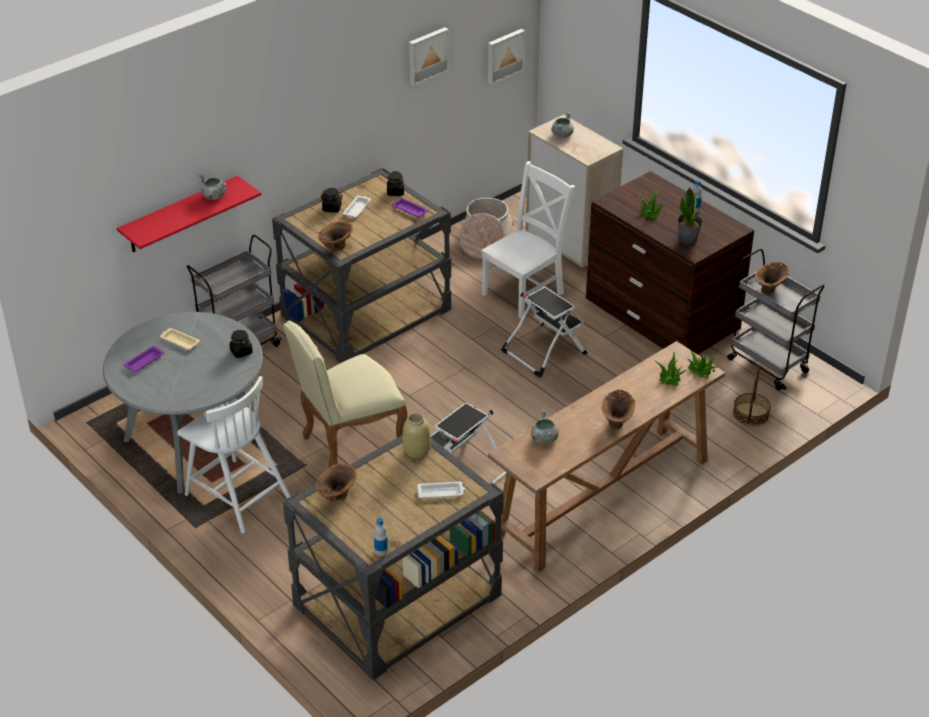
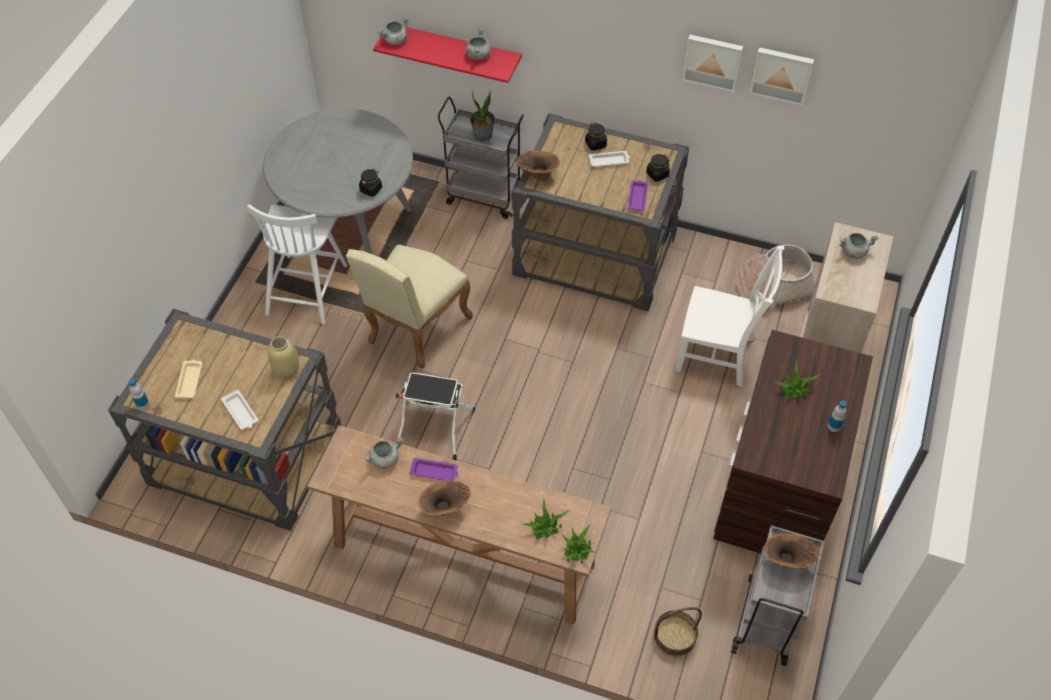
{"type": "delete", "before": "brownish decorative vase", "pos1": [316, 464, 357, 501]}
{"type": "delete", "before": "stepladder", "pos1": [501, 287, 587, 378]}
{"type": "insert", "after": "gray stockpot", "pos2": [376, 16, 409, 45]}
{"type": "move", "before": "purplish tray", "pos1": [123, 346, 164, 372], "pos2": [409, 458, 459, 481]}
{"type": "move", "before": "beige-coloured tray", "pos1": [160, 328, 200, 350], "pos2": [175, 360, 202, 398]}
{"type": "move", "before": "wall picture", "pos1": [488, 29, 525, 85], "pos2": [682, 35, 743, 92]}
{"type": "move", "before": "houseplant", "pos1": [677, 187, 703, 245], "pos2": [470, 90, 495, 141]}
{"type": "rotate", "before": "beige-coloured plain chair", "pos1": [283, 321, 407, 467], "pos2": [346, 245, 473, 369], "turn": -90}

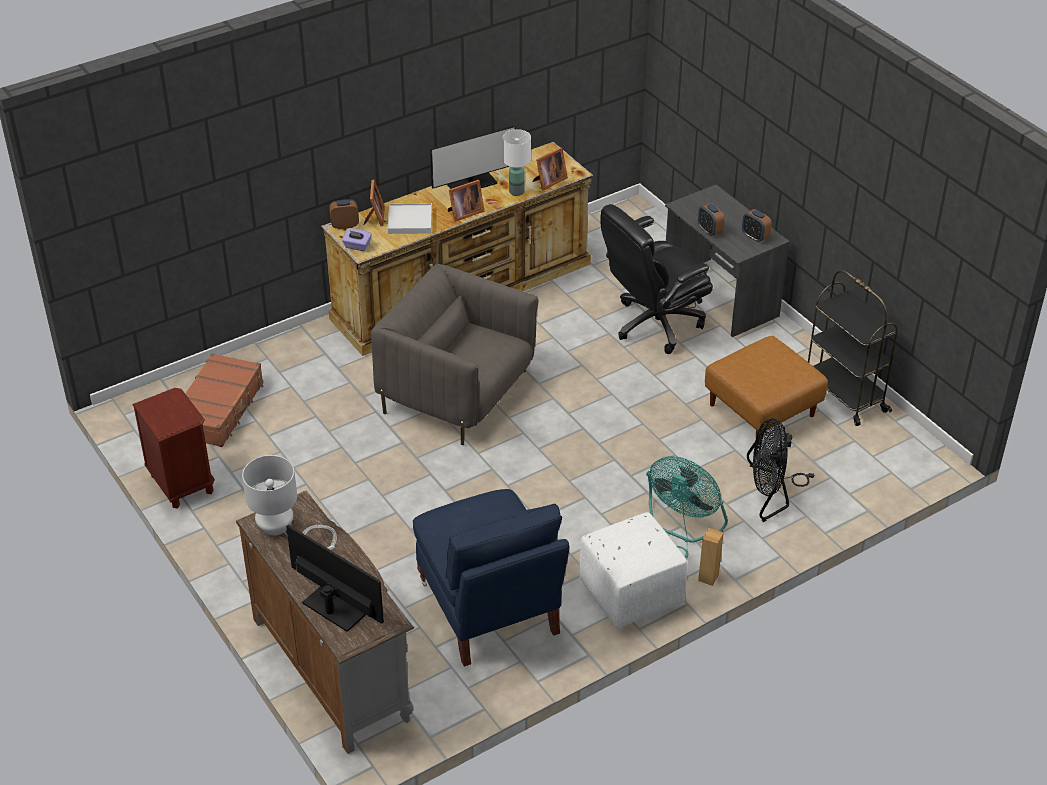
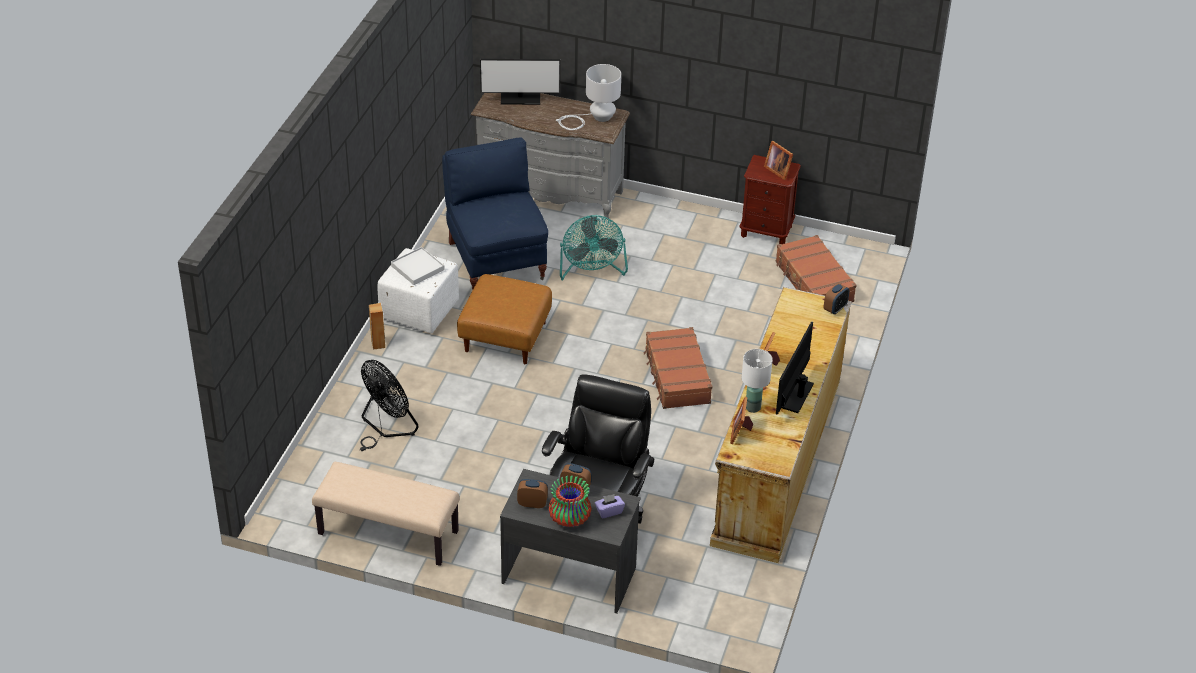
{"type": "insert", "after": "decorative vase", "pos2": [549, 475, 591, 527]}
{"type": "move", "before": "purplish box of tissues", "pos1": [342, 228, 371, 251], "pos2": [595, 494, 625, 518]}
{"type": "move", "before": "standing frame", "pos1": [364, 179, 385, 226], "pos2": [764, 141, 793, 180]}
{"type": "move", "before": "whitish tray", "pos1": [388, 203, 432, 234], "pos2": [391, 247, 445, 285]}
{"type": "move", "before": "turquoise cooling fan", "pos1": [646, 456, 728, 559], "pos2": [560, 215, 628, 280]}
{"type": "move", "before": "brownish pouffe", "pos1": [705, 336, 828, 444], "pos2": [457, 274, 552, 364]}
{"type": "replace", "before": "gray easy chair", "after": "brownish piece of luggage", "pos1": [371, 264, 538, 445], "pos2": [643, 327, 712, 409]}
{"type": "replace", "before": "black wheeled cart", "after": "beige-coloured long seat", "pos1": [808, 270, 898, 426], "pos2": [312, 462, 459, 566]}
{"type": "rotate", "before": "blue-coloured easy chair", "pos1": [413, 489, 569, 667], "pos2": [442, 137, 548, 290], "turn": 45}

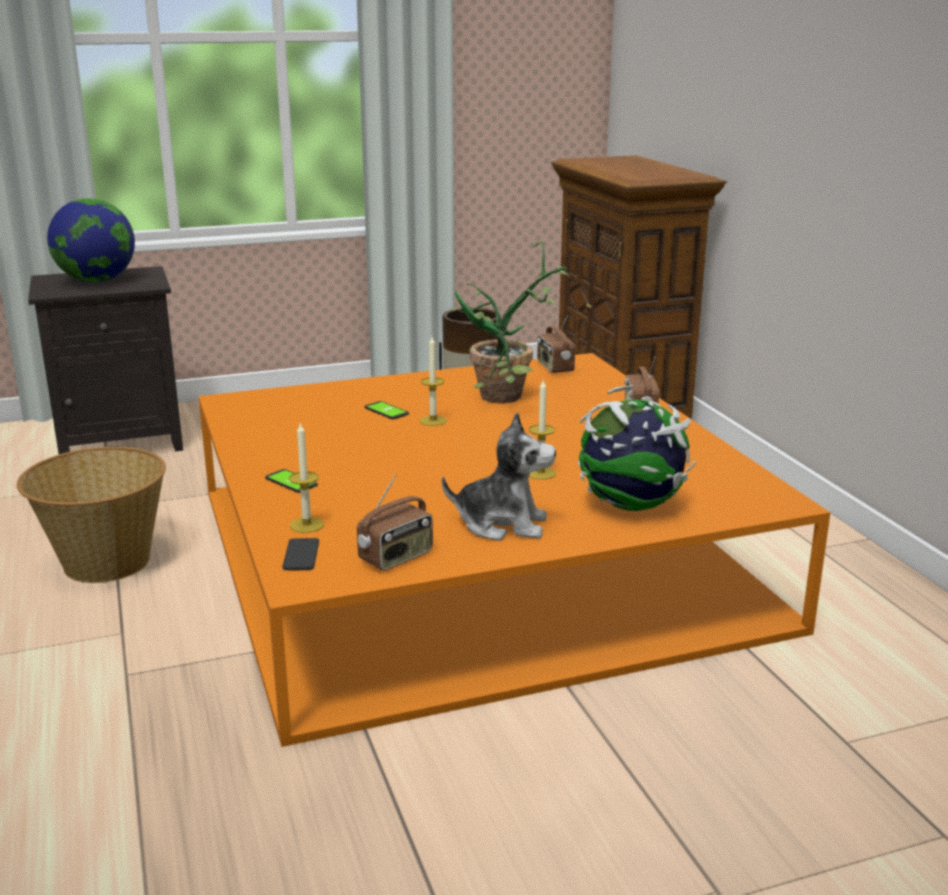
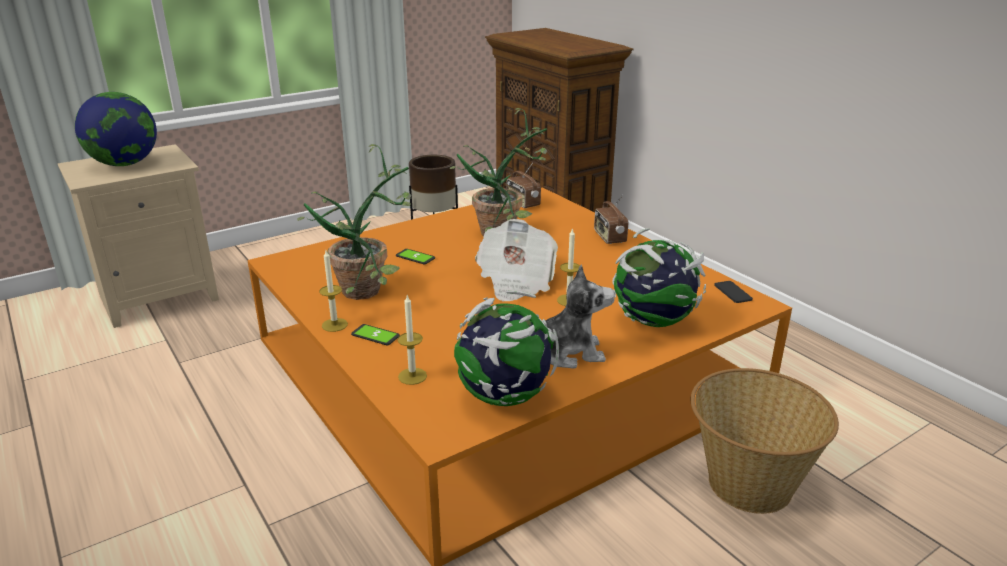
{"type": "insert", "after": "houseplant", "pos2": [297, 144, 411, 300]}
{"type": "insert", "after": "daily paper", "pos2": [475, 219, 558, 301]}
{"type": "move", "before": "storage basket", "pos1": [17, 447, 166, 583], "pos2": [691, 368, 839, 514]}
{"type": "move", "before": "handset", "pos1": [283, 538, 319, 570], "pos2": [714, 281, 753, 303]}
{"type": "move", "before": "wax light", "pos1": [420, 337, 447, 426], "pos2": [319, 250, 348, 332]}
{"type": "replace", "before": "radio receiver", "after": "globe", "pos1": [357, 474, 433, 571], "pos2": [454, 291, 559, 406]}
{"type": "recolor", "before": "black night table", "after": "beige-coloured night table", "pos1": [28, 266, 183, 454], "pos2": [58, 144, 219, 328]}

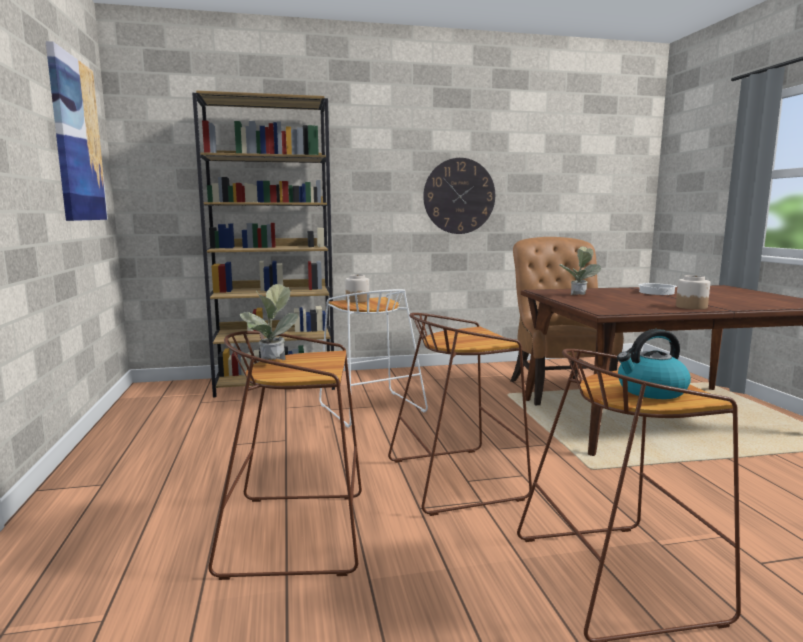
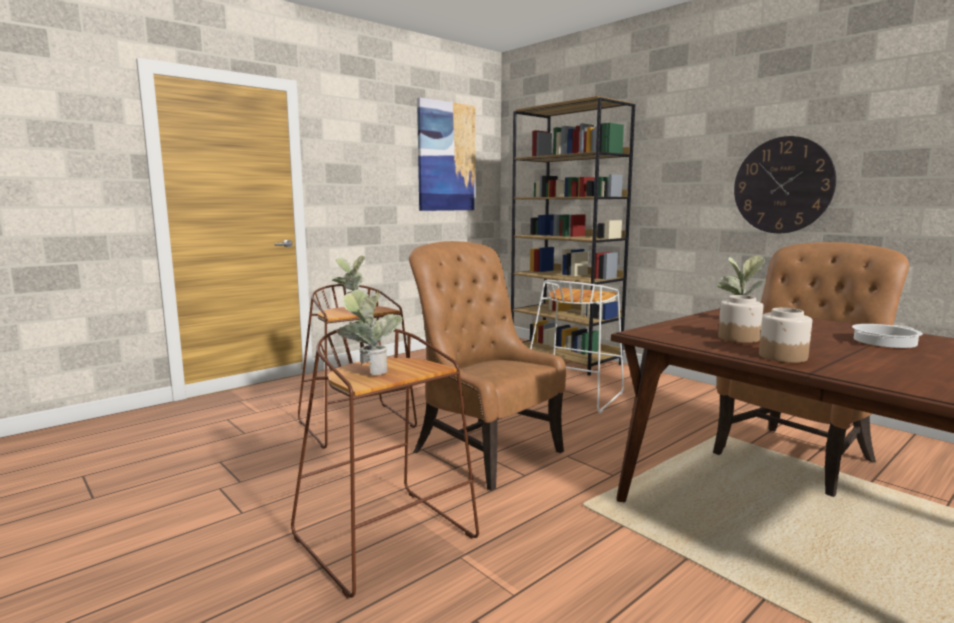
{"type": "move", "before": "jar", "pos1": [345, 274, 369, 303], "pos2": [718, 295, 763, 343]}
{"type": "replace", "before": "brownish stool", "after": "brownish plain chair", "pos1": [388, 313, 532, 516], "pos2": [409, 241, 566, 491]}
{"type": "replace", "before": "tea kettle", "after": "houseplant", "pos1": [617, 329, 691, 399], "pos2": [337, 289, 403, 375]}

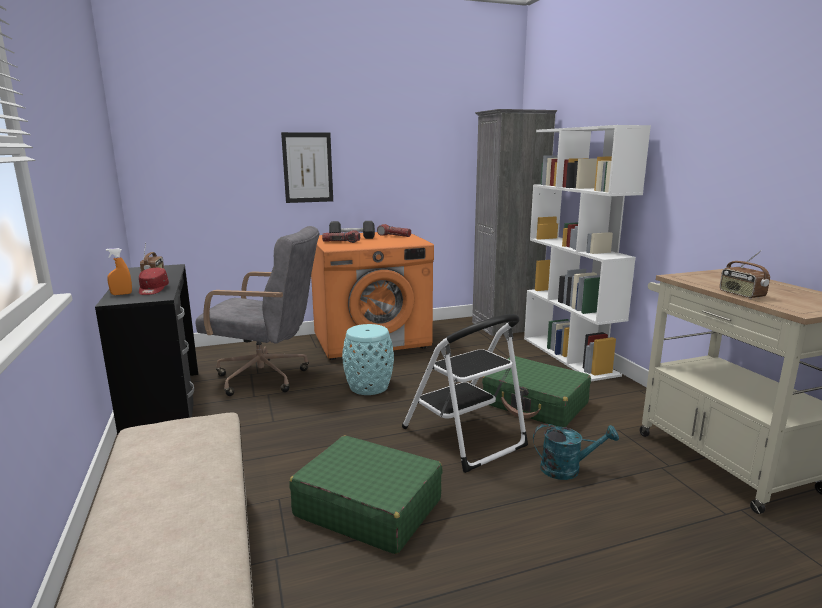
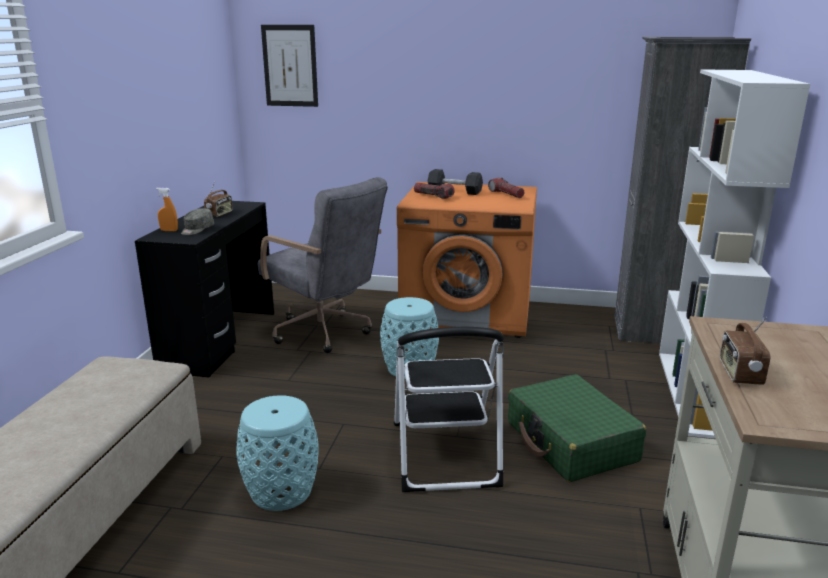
{"type": "delete", "before": "turquoise sprinkling can", "pos1": [533, 424, 619, 480]}
{"type": "move", "before": "wall picture", "pos1": [281, 132, 333, 203], "pos2": [261, 25, 318, 107]}
{"type": "replace", "before": "green piece of luggage", "after": "turquoise stool", "pos1": [289, 436, 443, 554], "pos2": [236, 395, 319, 511]}
{"type": "recolor", "before": "red baseball cap", "after": "gray baseball cap", "pos1": [139, 268, 169, 295], "pos2": [181, 208, 214, 235]}

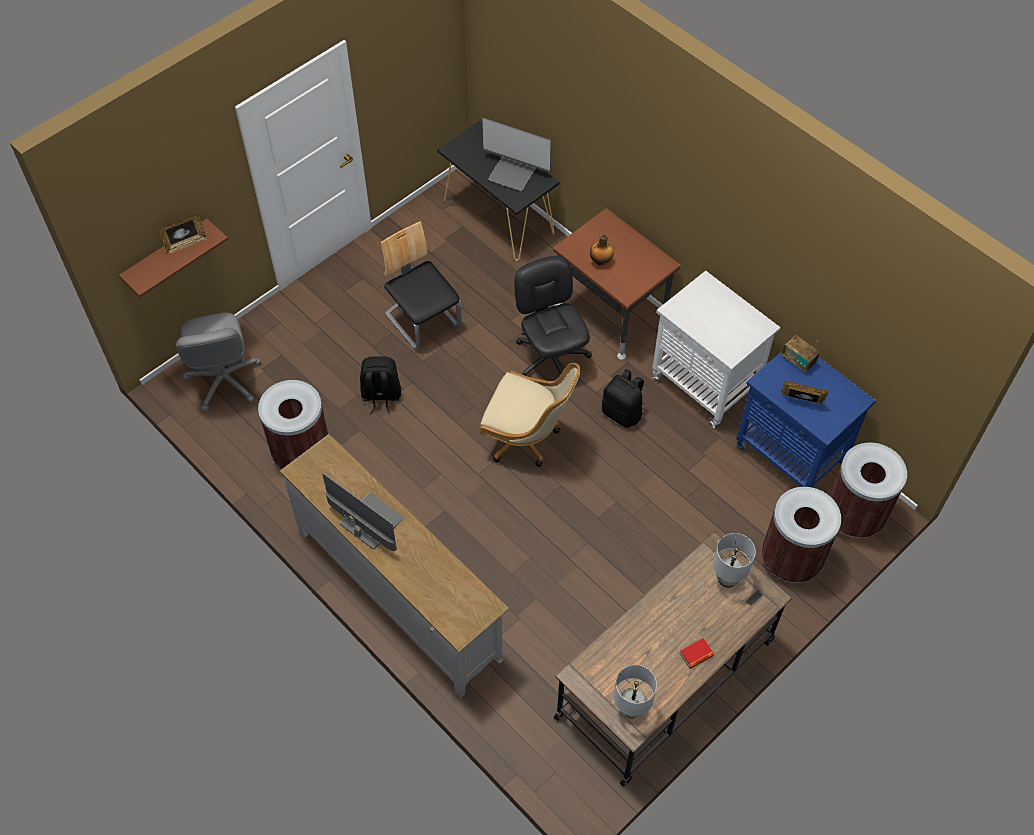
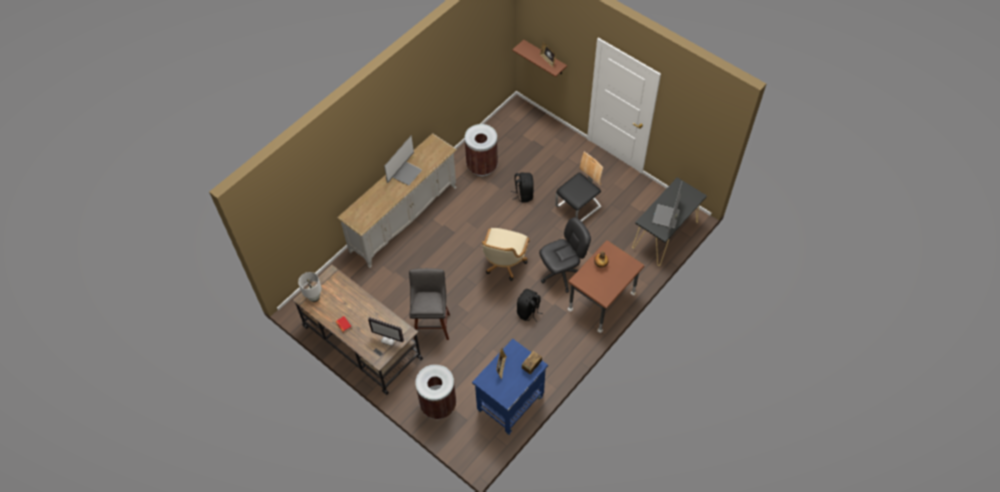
{"type": "delete", "before": "gray computer chair", "pos1": [176, 312, 261, 412]}
{"type": "delete", "before": "whitish wheeled cart", "pos1": [652, 271, 781, 428]}
{"type": "delete", "before": "brownish waste bin", "pos1": [829, 443, 907, 538]}
{"type": "insert", "after": "gray stool", "pos2": [409, 268, 450, 340]}
{"type": "replace", "before": "whitish lamp for a table", "after": "computer display", "pos1": [713, 533, 756, 588], "pos2": [368, 317, 404, 346]}

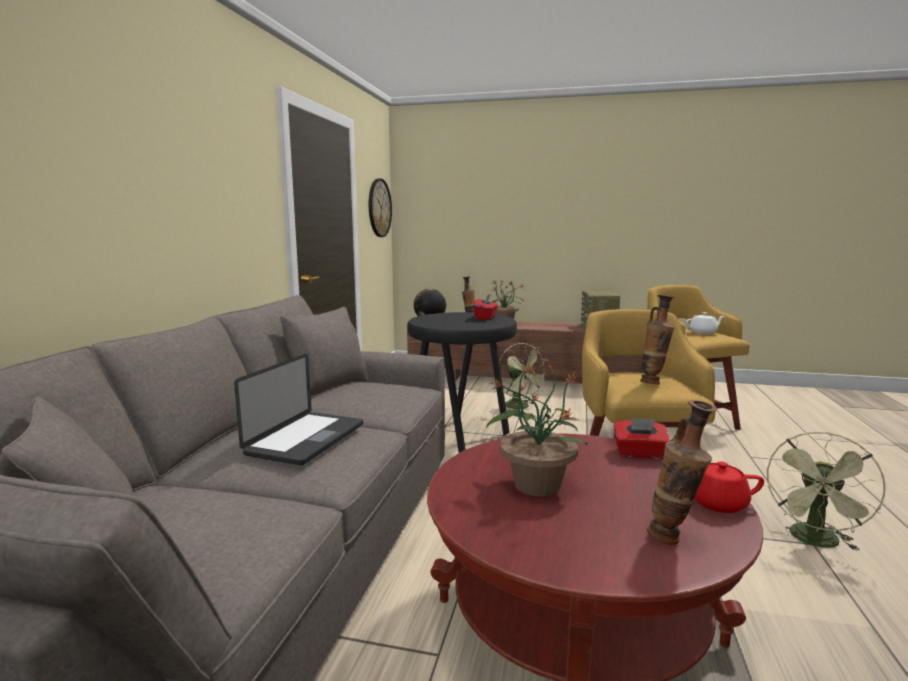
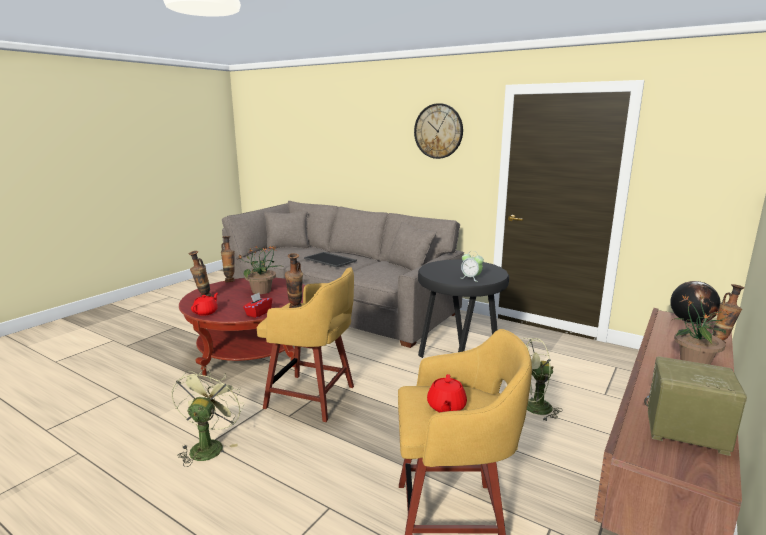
{"type": "insert", "after": "decorative vase", "pos2": [221, 236, 235, 282]}
{"type": "move", "before": "wall clock", "pos1": [369, 178, 392, 237], "pos2": [414, 103, 463, 159]}
{"type": "replace", "before": "laptop", "after": "tray", "pos1": [234, 354, 363, 465], "pos2": [304, 252, 357, 268]}
{"type": "replace", "before": "red box of tissues", "after": "alarm clock", "pos1": [473, 294, 498, 320], "pos2": [461, 251, 484, 282]}
{"type": "recolor", "before": "whitish tea pot", "after": "red tea pot", "pos1": [686, 312, 724, 334], "pos2": [427, 374, 467, 413]}
{"type": "rotate", "before": "green cooling fan", "pos1": [767, 432, 886, 551], "pos2": [172, 367, 244, 467], "turn": 45}

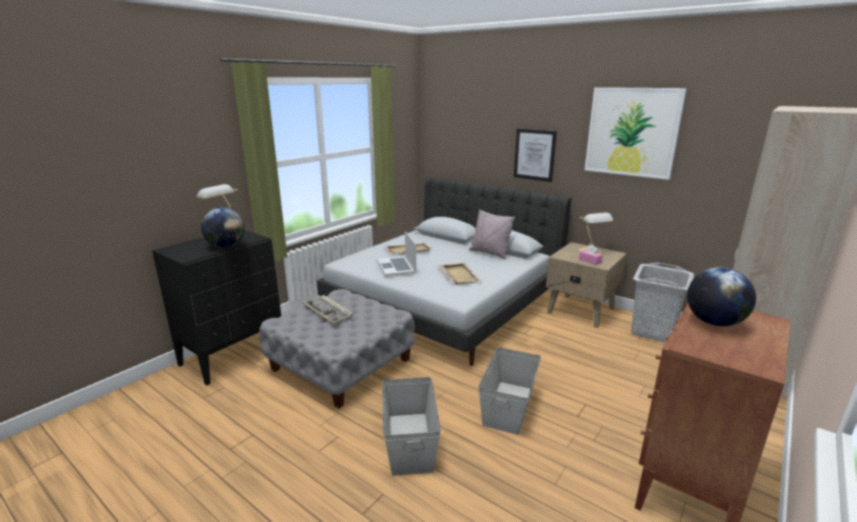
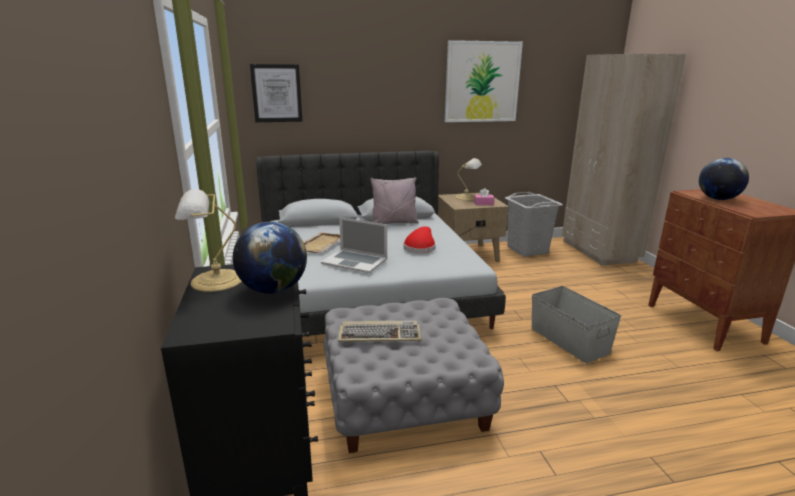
{"type": "delete", "before": "gray storage bin", "pos1": [382, 377, 441, 476]}
{"type": "move", "before": "wall picture", "pos1": [514, 129, 557, 182], "pos2": [250, 64, 302, 122]}
{"type": "replace", "before": "beige-coloured tray", "after": "red wearable hat", "pos1": [438, 263, 482, 284], "pos2": [404, 226, 436, 253]}

